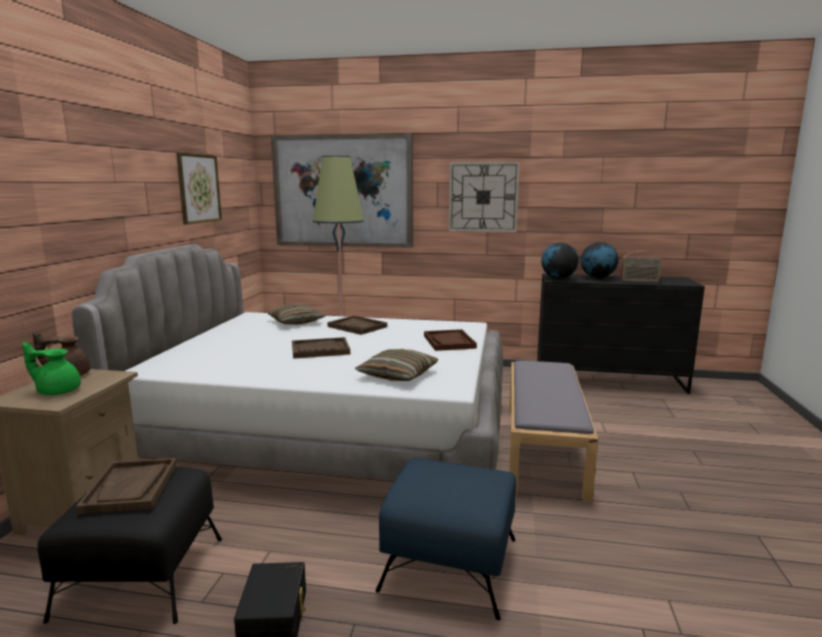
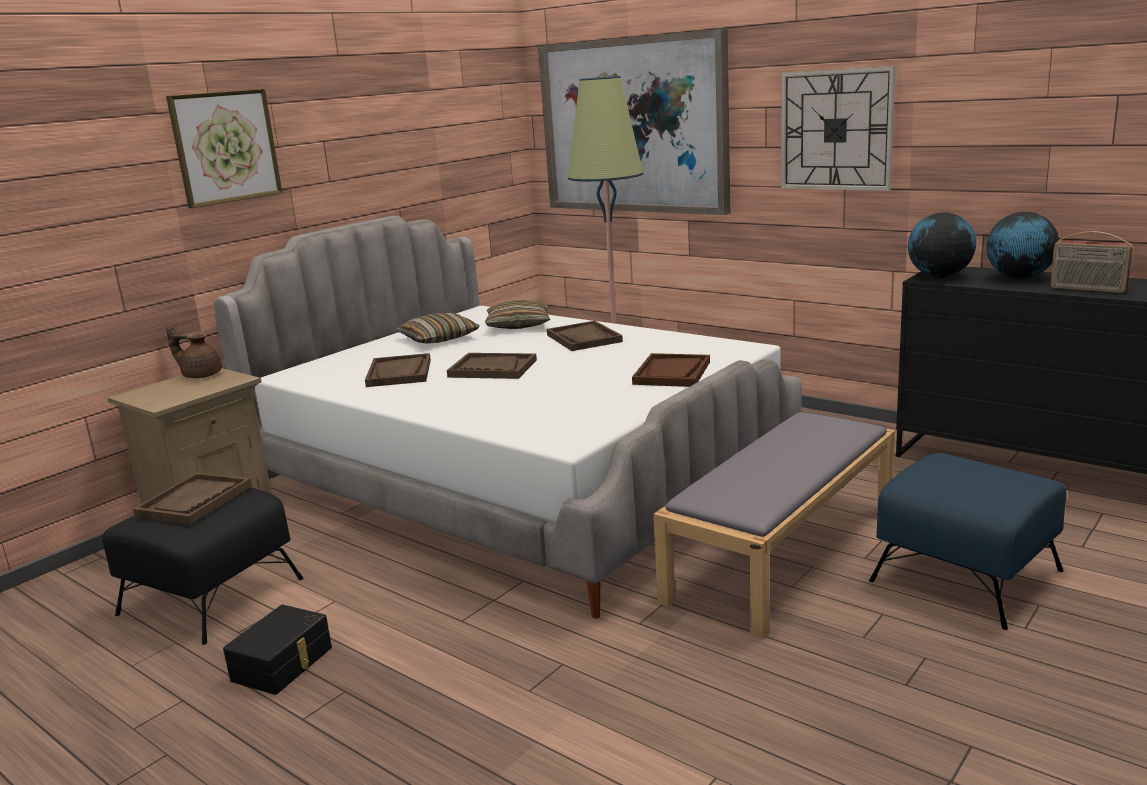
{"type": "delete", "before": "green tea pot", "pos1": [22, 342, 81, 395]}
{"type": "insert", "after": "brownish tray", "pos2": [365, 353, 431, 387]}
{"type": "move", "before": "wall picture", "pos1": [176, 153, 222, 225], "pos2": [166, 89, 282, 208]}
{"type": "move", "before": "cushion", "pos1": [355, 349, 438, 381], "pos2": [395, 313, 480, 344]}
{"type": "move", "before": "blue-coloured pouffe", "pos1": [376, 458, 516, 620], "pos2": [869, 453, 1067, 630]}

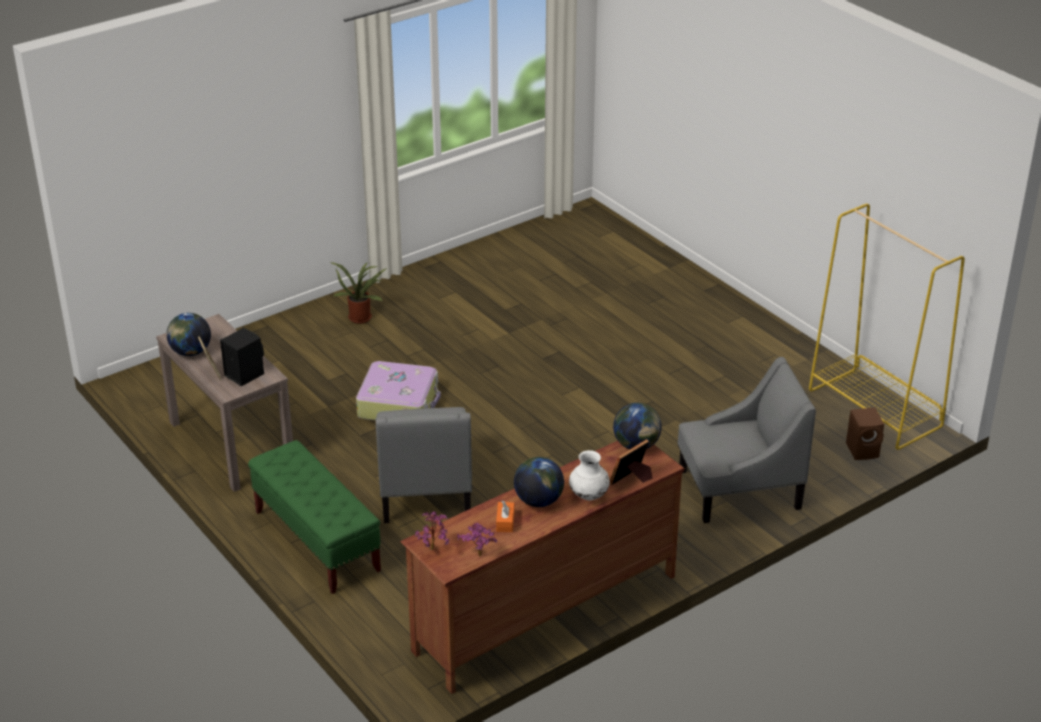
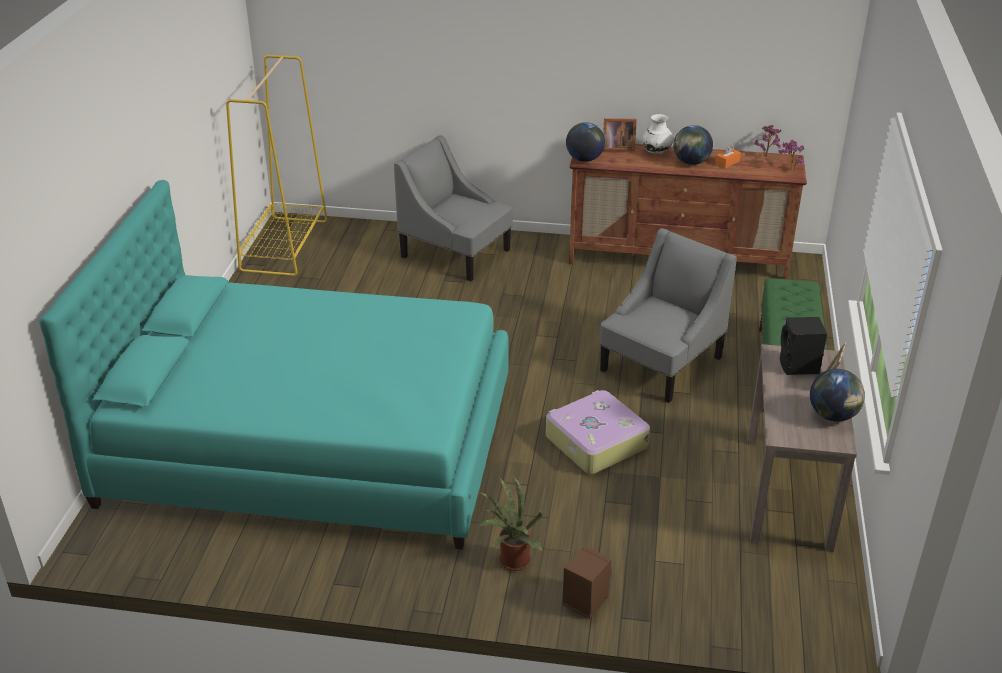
{"type": "insert", "after": "turquoise bedroom bed", "pos2": [39, 180, 509, 550]}
{"type": "move", "before": "brownish loudspeaker", "pos1": [846, 407, 884, 460], "pos2": [562, 546, 612, 619]}

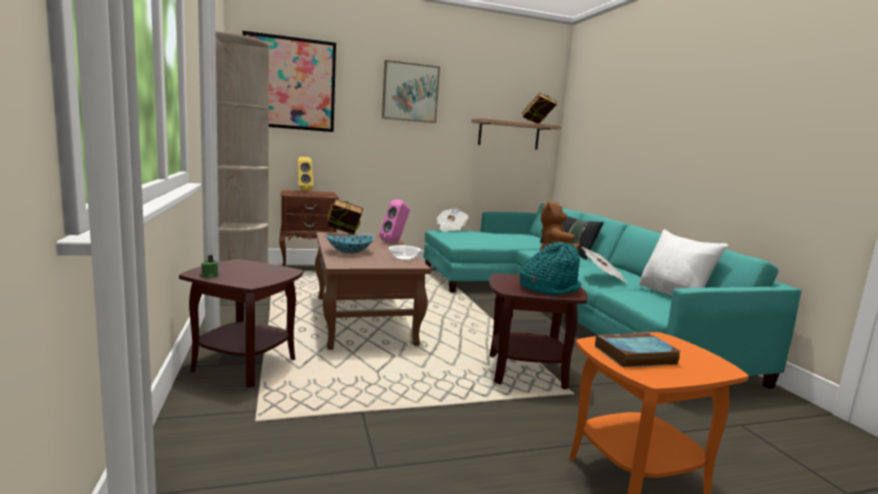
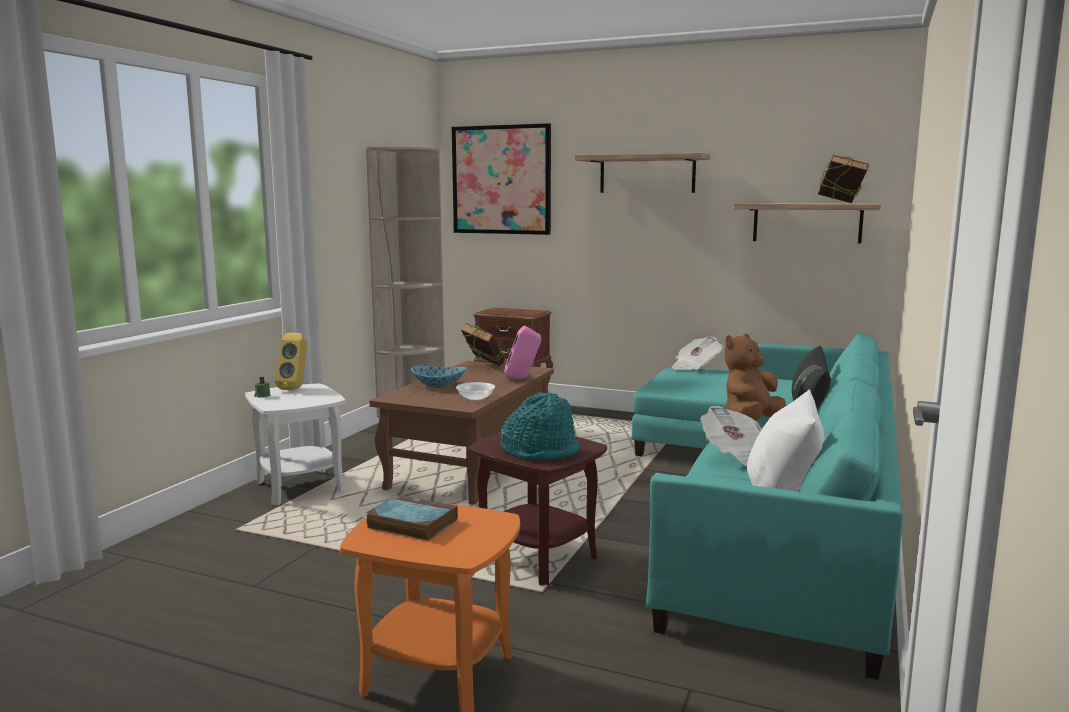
{"type": "move", "before": "yellow-coloured loudspeaker", "pos1": [298, 157, 314, 192], "pos2": [275, 333, 308, 390]}
{"type": "replace", "before": "wall picture", "after": "wall shelf", "pos1": [382, 60, 440, 123], "pos2": [575, 153, 710, 193]}
{"type": "recolor", "before": "brownish end table", "after": "whitish end table", "pos1": [179, 259, 303, 388], "pos2": [245, 384, 345, 506]}

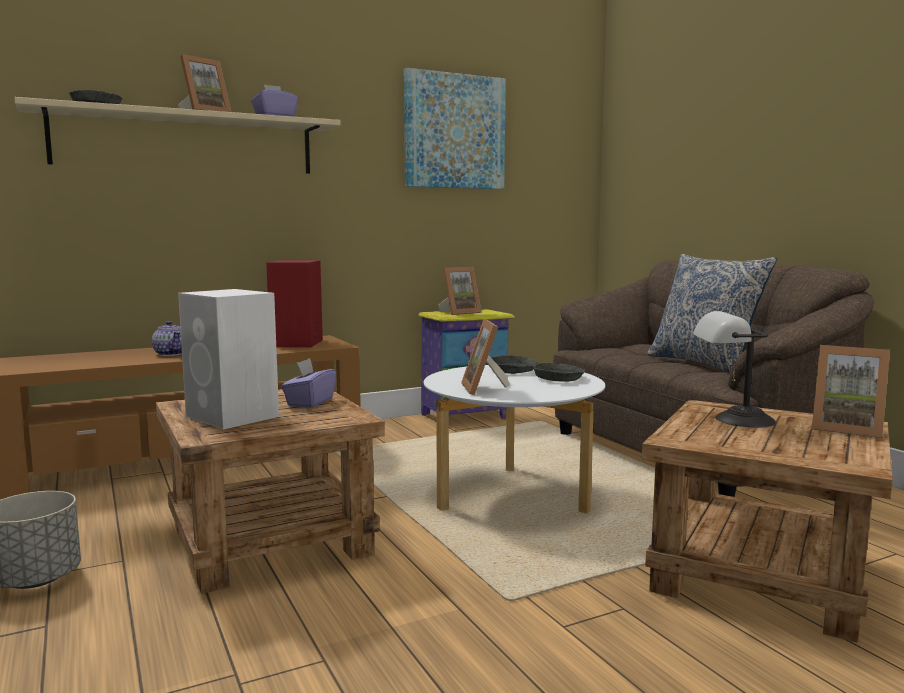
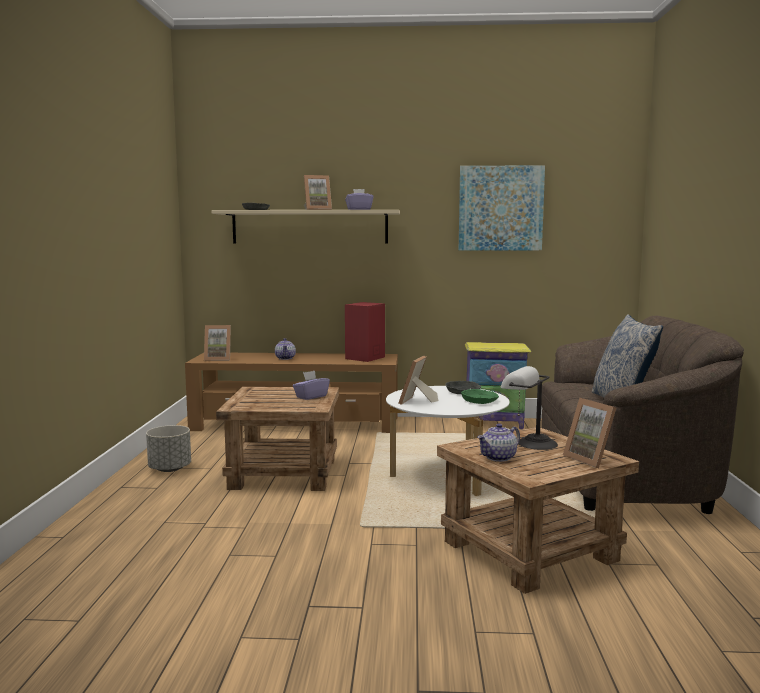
{"type": "delete", "before": "whitish loudspeaker", "pos1": [178, 289, 279, 430]}
{"type": "insert", "after": "tea pot", "pos2": [477, 423, 520, 462]}
{"type": "move", "before": "standing frame", "pos1": [438, 267, 481, 315], "pos2": [204, 325, 231, 361]}
{"type": "recolor", "before": "gray serving bowl", "after": "green serving bowl", "pos1": [533, 363, 585, 382], "pos2": [461, 389, 499, 404]}

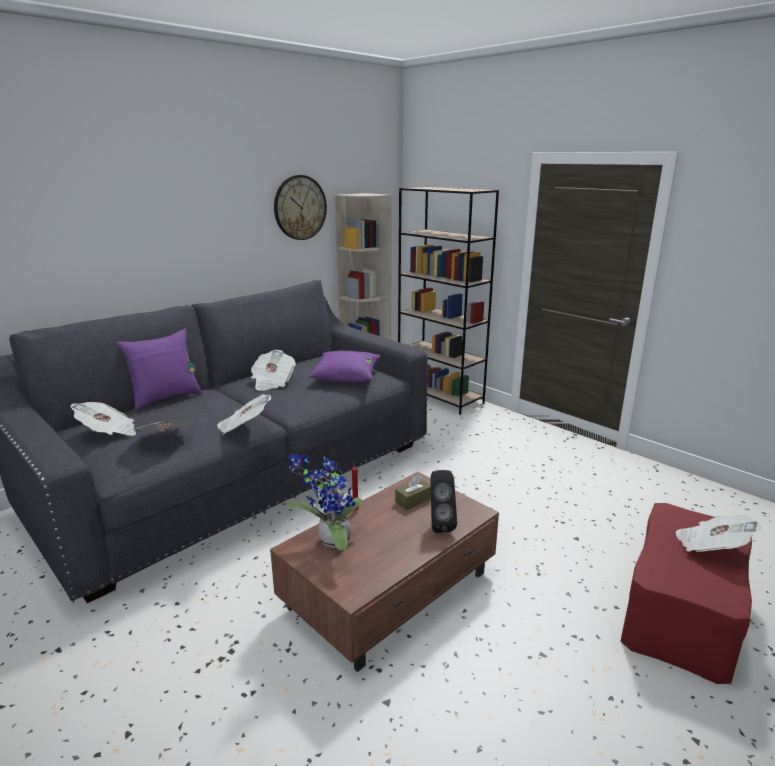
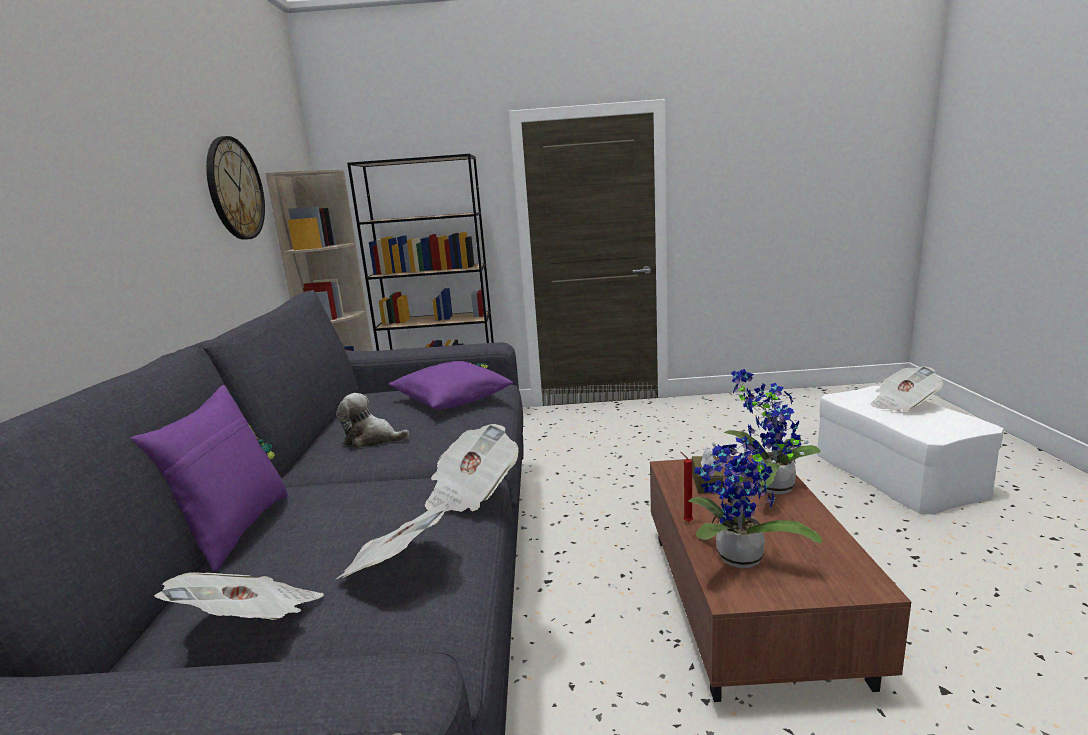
{"type": "replace", "before": "daily paper", "after": "soft toy", "pos1": [251, 350, 296, 391], "pos2": [336, 393, 409, 448]}
{"type": "replace", "before": "black loudspeaker", "after": "houseplant", "pos1": [430, 470, 457, 533], "pos2": [724, 369, 820, 494]}
{"type": "recolor", "before": "red pouffe", "after": "whitish pouffe", "pos1": [620, 503, 752, 684], "pos2": [817, 386, 1004, 515]}

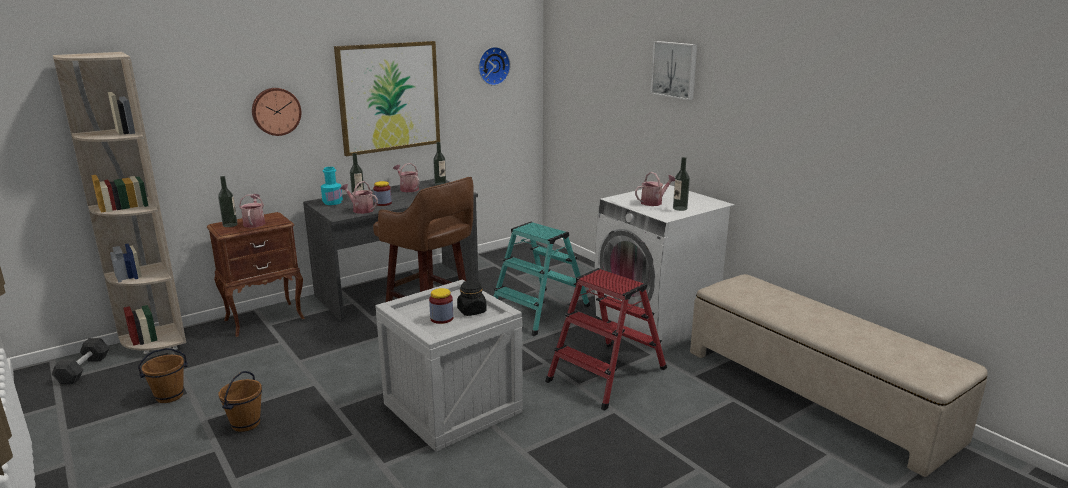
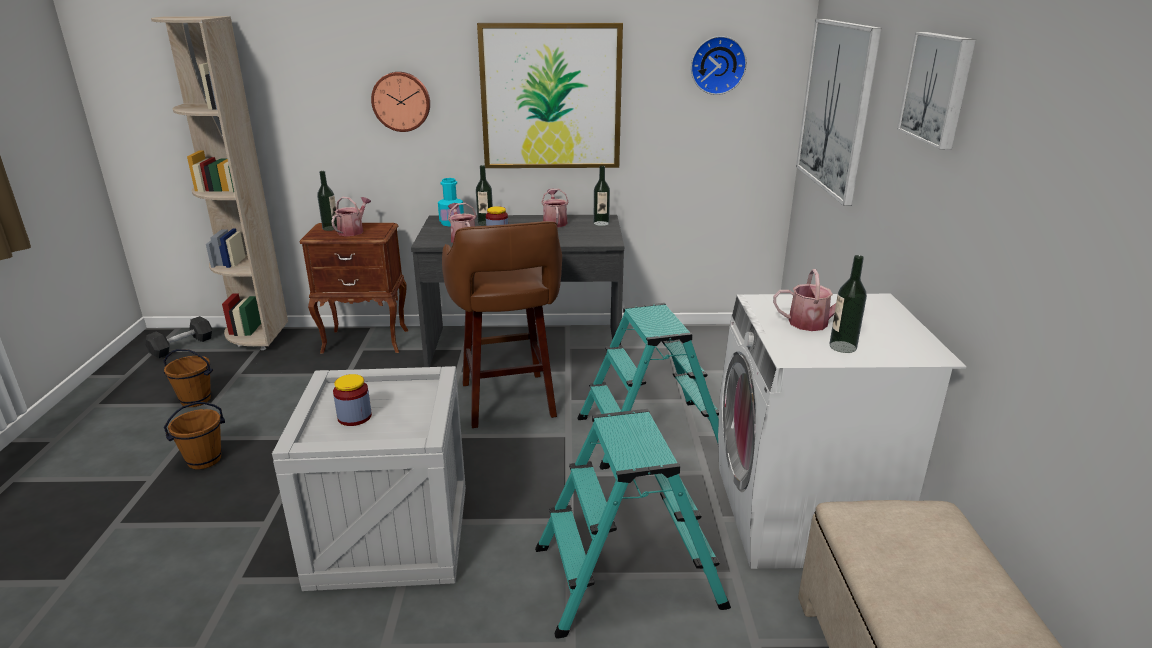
{"type": "delete", "before": "black jar", "pos1": [457, 281, 487, 316]}
{"type": "insert", "after": "wall picture", "pos2": [796, 19, 882, 206]}
{"type": "recolor", "before": "red stepladder", "after": "turquoise stepladder", "pos1": [545, 268, 667, 411], "pos2": [535, 409, 731, 638]}

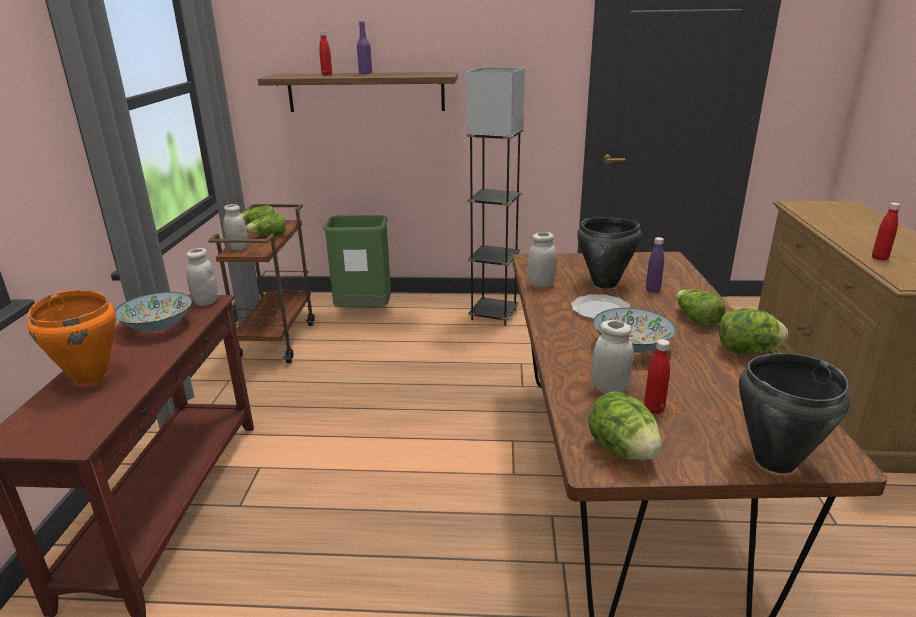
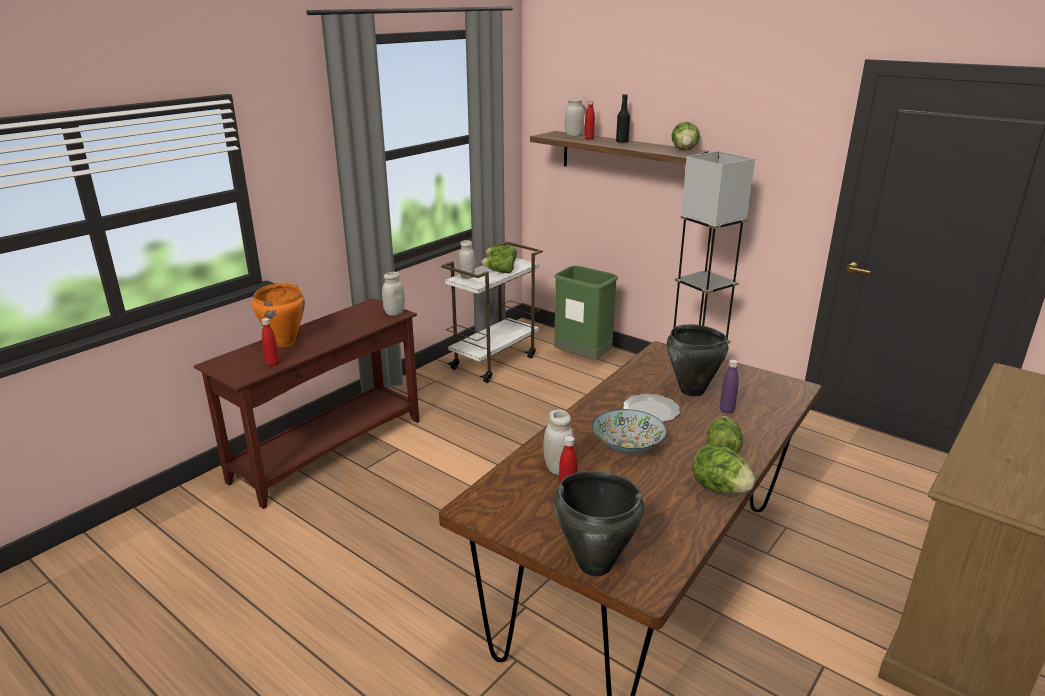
{"type": "delete", "before": "serving bowl", "pos1": [115, 292, 192, 332]}
{"type": "move", "before": "whitish jar", "pos1": [527, 232, 557, 288], "pos2": [565, 98, 584, 136]}
{"type": "move", "before": "head of lettuce", "pos1": [588, 391, 662, 461], "pos2": [672, 122, 700, 151]}
{"type": "move", "before": "red bottle", "pos1": [872, 203, 901, 261], "pos2": [261, 318, 279, 367]}
{"type": "recolor", "before": "brownish wheeled cart", "after": "whitish wheeled cart", "pos1": [208, 204, 315, 363], "pos2": [441, 241, 543, 383]}
{"type": "recolor", "before": "purplish bottle", "after": "black bottle", "pos1": [357, 21, 372, 74], "pos2": [616, 94, 630, 143]}

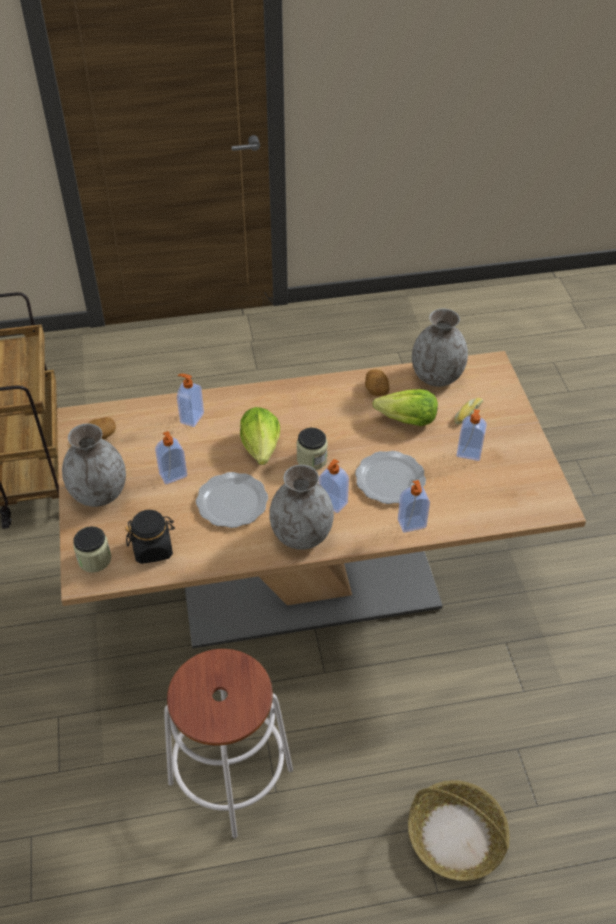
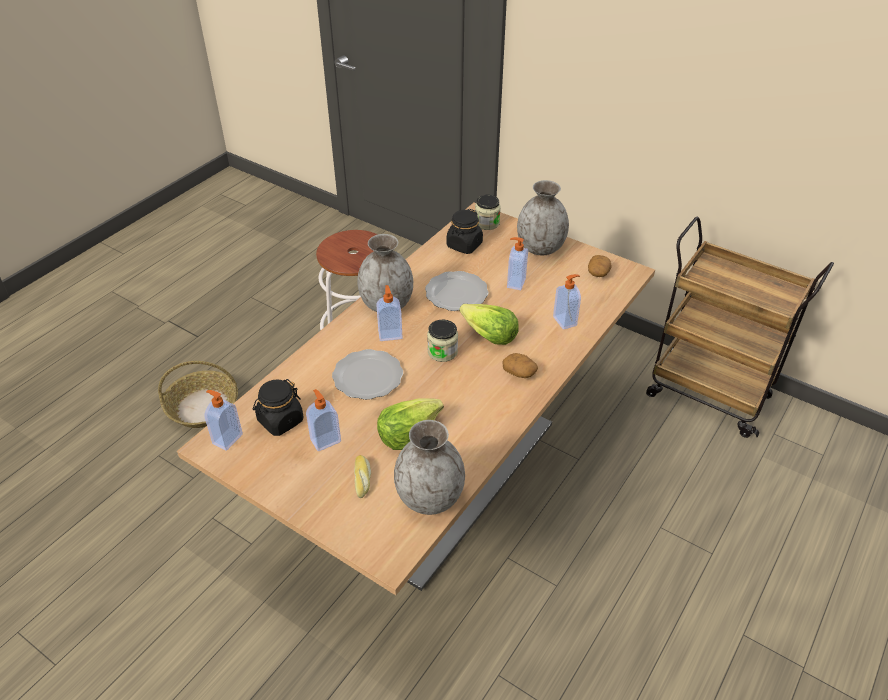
{"type": "insert", "after": "black jar", "pos2": [253, 379, 303, 436]}
{"type": "move", "before": "potato", "pos1": [365, 369, 389, 396], "pos2": [502, 353, 538, 378]}
{"type": "move", "before": "liquid soap bottle", "pos1": [398, 480, 430, 533], "pos2": [204, 390, 243, 451]}

